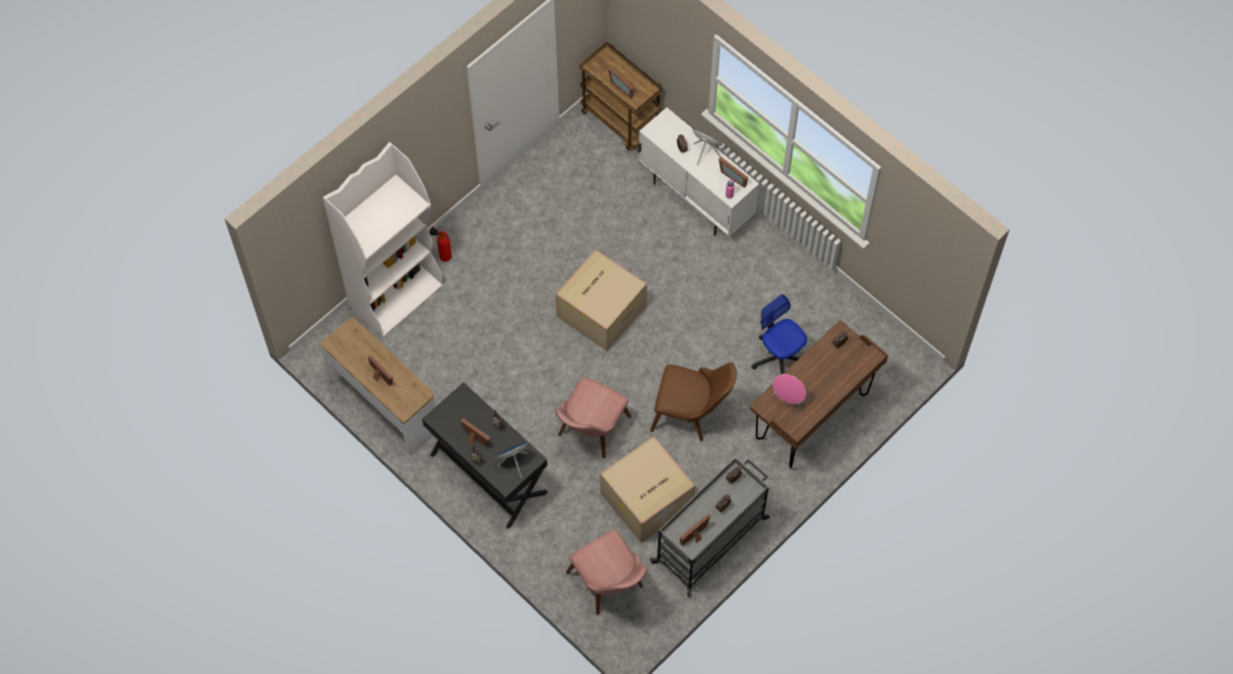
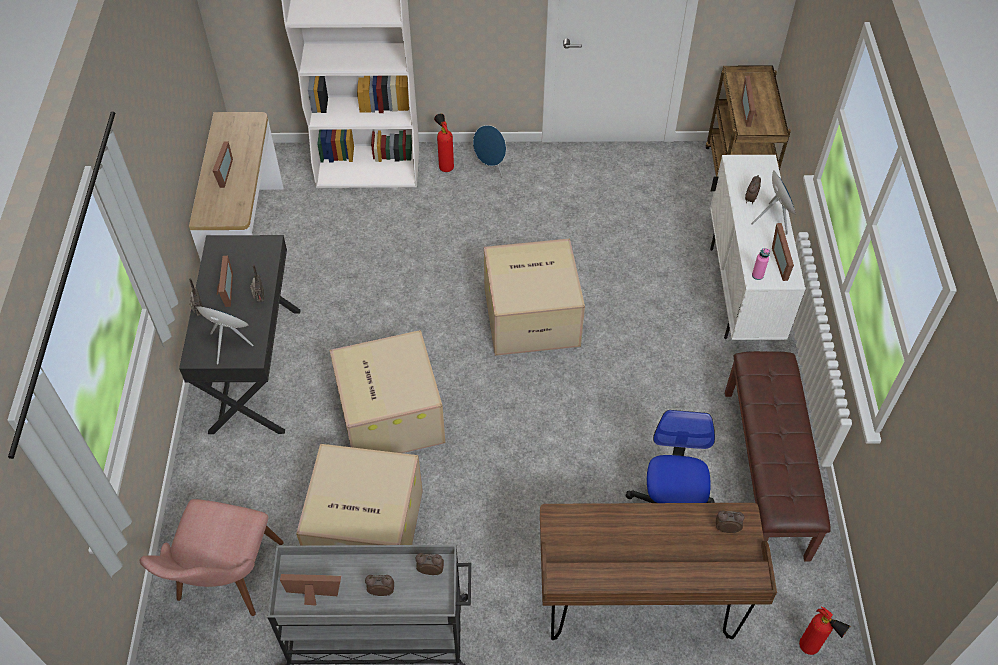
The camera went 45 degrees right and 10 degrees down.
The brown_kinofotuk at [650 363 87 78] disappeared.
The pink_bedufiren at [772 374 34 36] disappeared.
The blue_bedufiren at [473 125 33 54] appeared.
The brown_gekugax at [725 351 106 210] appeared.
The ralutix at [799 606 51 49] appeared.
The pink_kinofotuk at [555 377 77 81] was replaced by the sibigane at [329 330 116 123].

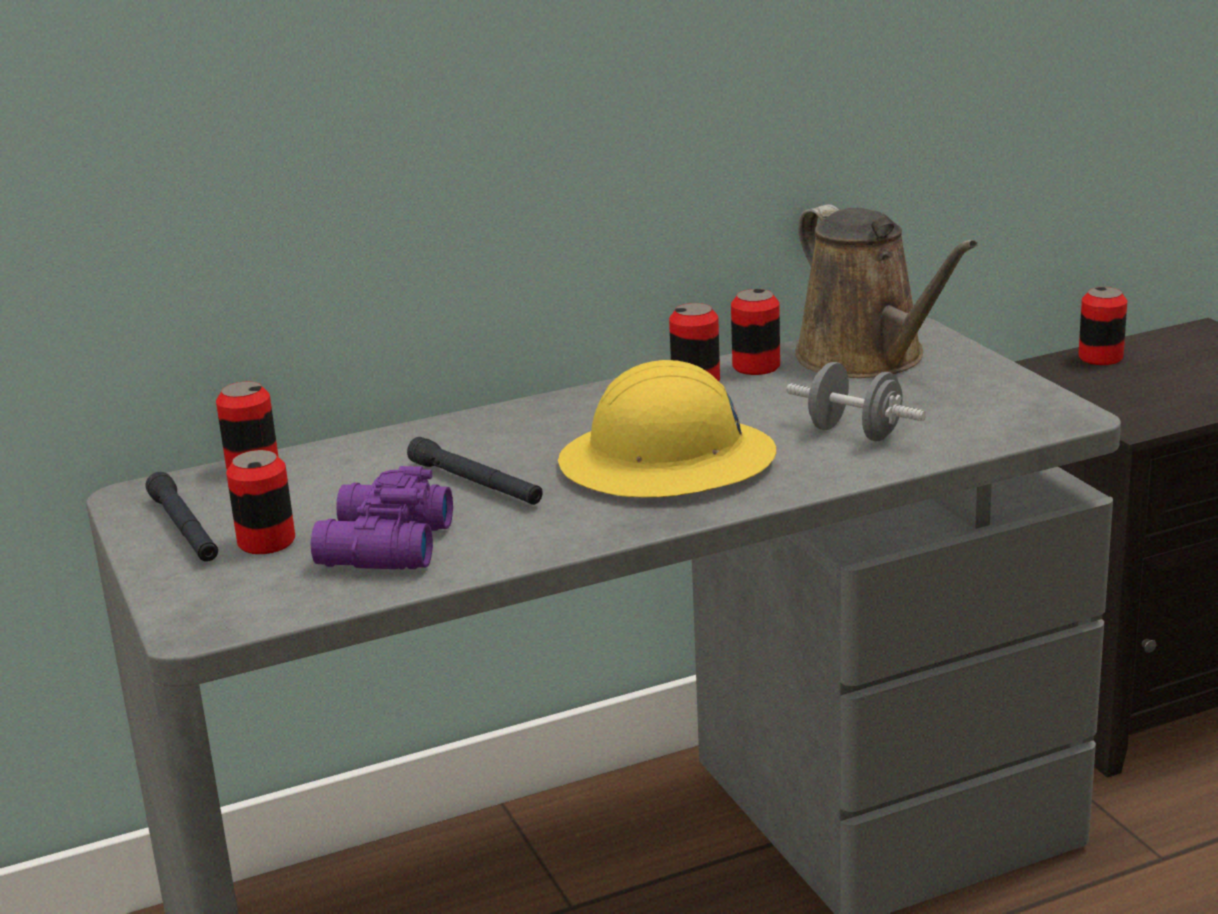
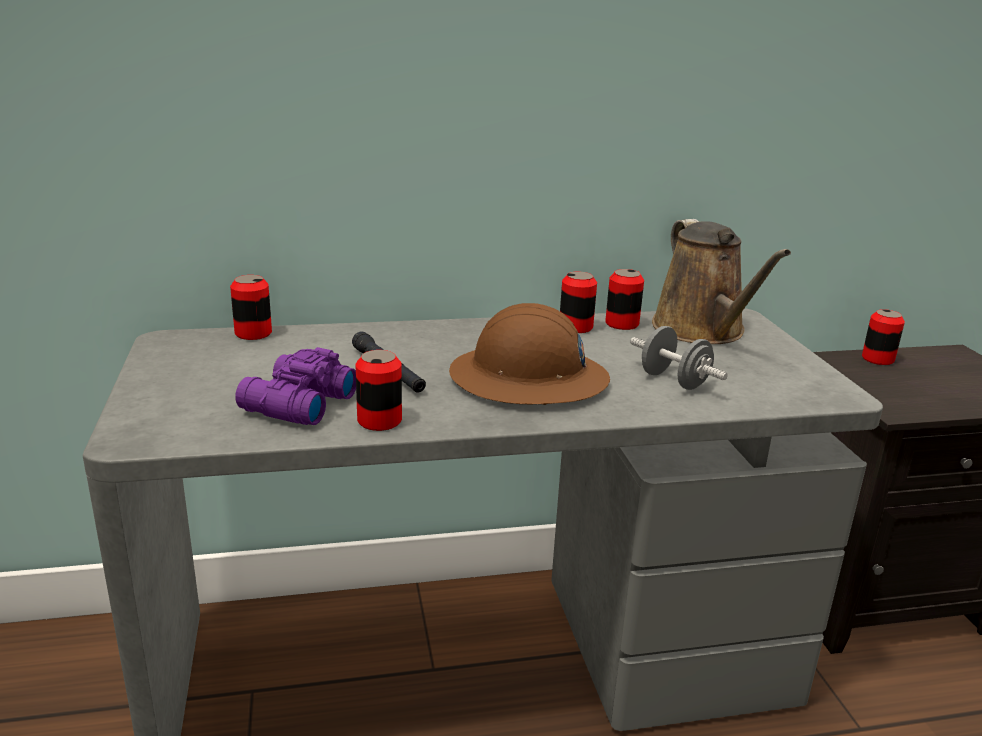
The camera went 10 degrees right and 0 degrees up.
The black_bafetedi at [146 472 72 90] disappeared.
The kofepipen moved from [226 450 69 104] to [355 350 47 81].
The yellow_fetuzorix at [558 360 218 137] became the brown_fetuzorix at [449 303 161 102].

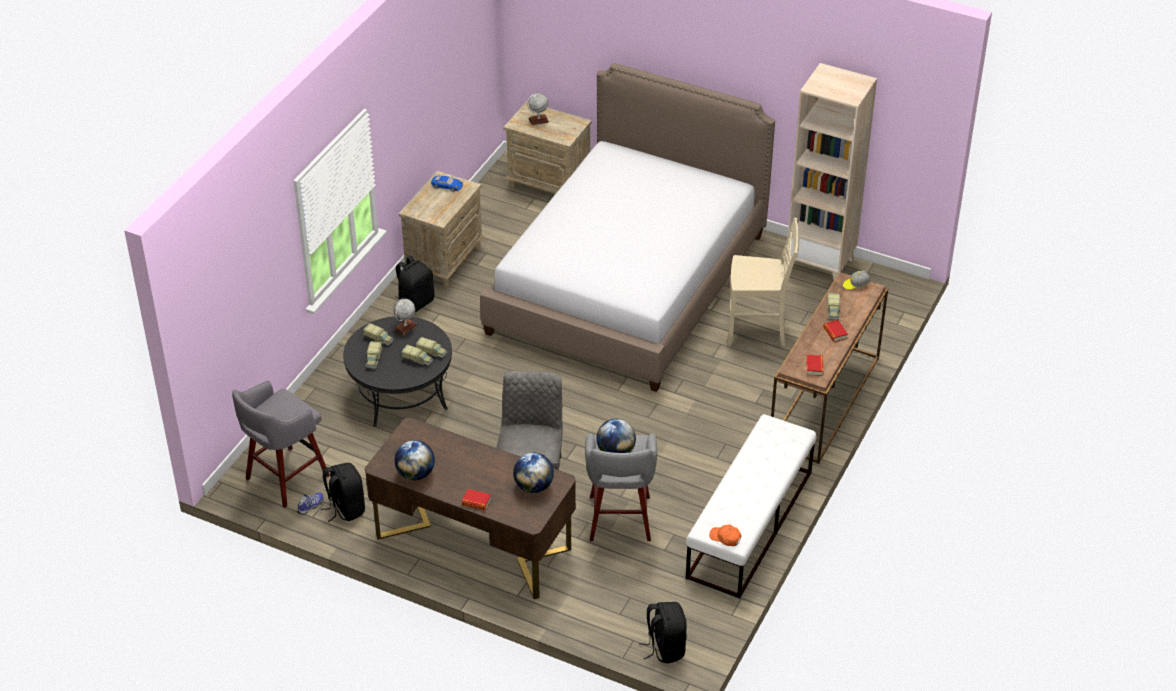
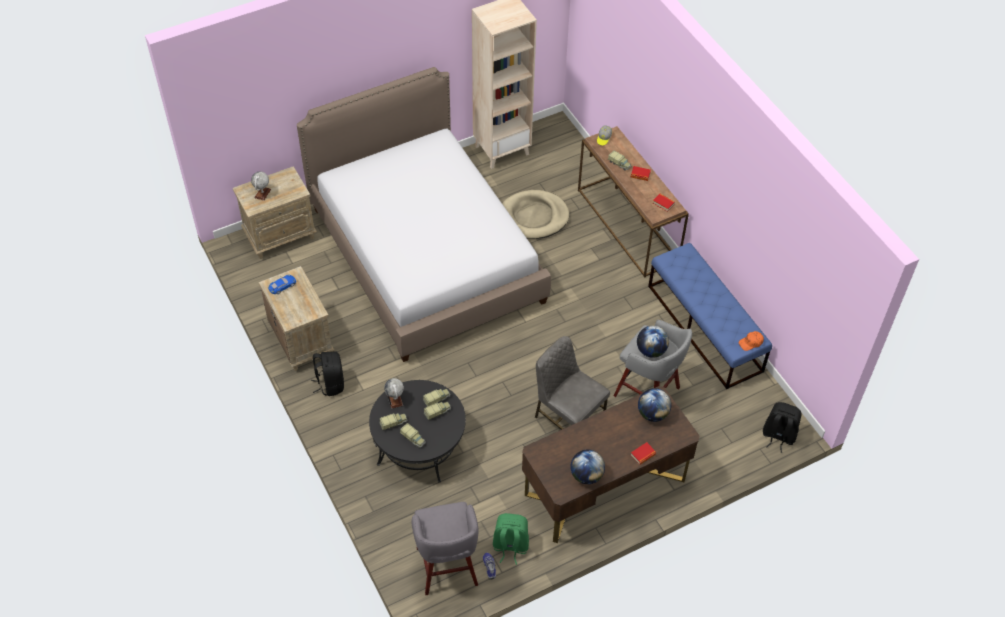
The camera went 55 degrees left and 10 degrees up.
The beige_kinofotuk at [728 218 71 128] was replaced by the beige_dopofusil at [502 190 67 49].
The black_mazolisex at [321 463 44 59] became the green_mazolisex at [493 513 36 52].
The white_gekugax at [686 414 131 184] became the blue_gekugax at [648 243 124 146].

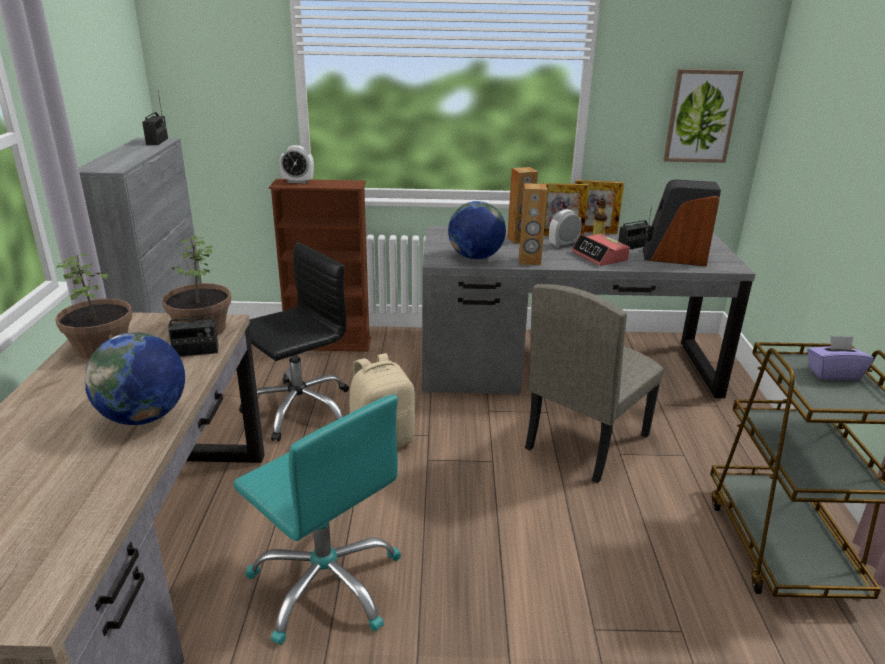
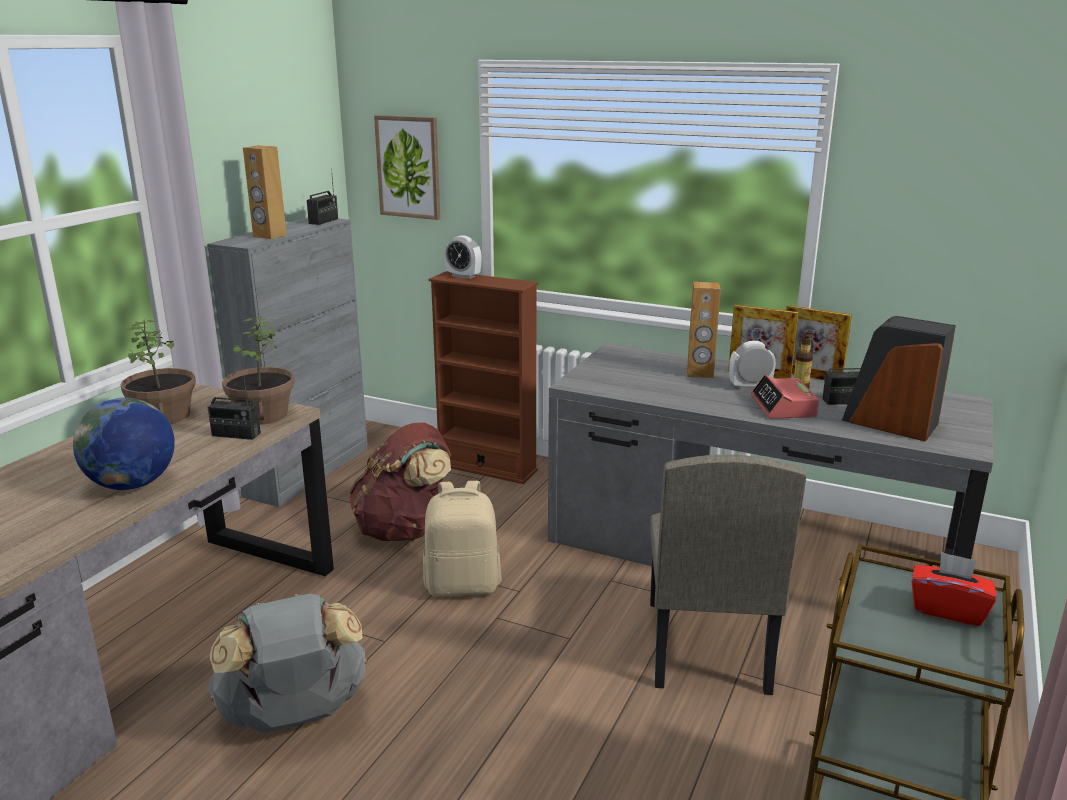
The camera went 25 degrees right and 5 degrees down.
The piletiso at [448 201 58 58] disappeared.
The brown_bedufiren moved from [519 183 29 82] to [243 145 44 94].
The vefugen moved from [663 69 80 94] to [374 115 66 105].
The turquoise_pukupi at [233 395 168 250] was replaced by the grey_mazolisex at [208 594 159 139].
The black_pukupi at [239 242 110 200] was replaced by the brown_mazolisex at [349 422 102 119].
The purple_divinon at [807 335 67 45] became the red_divinon at [912 552 85 74].
The beige_kinofotuk at [525 284 139 199] turned 60 degrees counterclockwise.

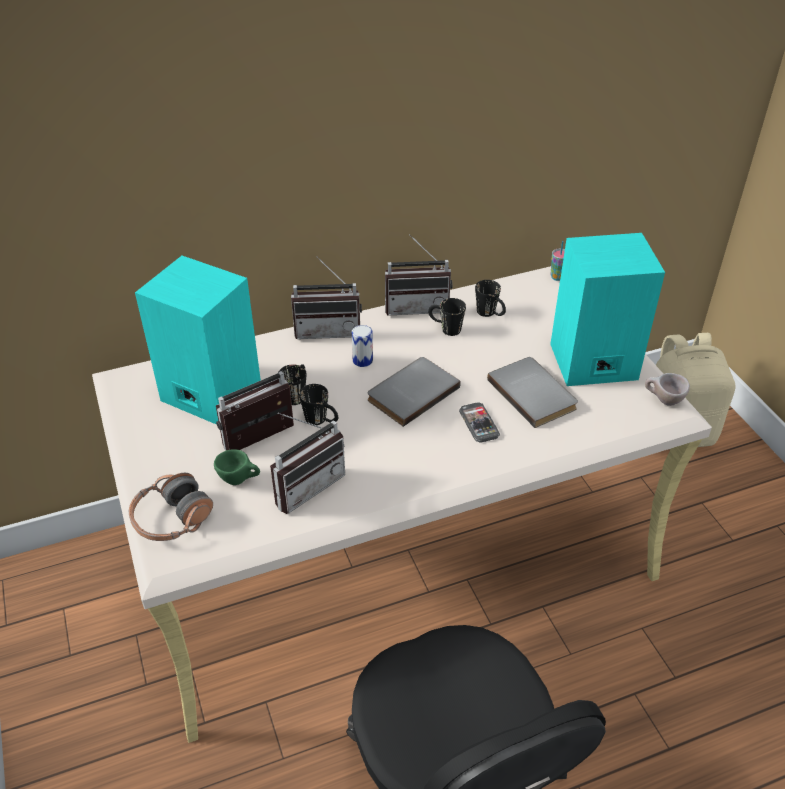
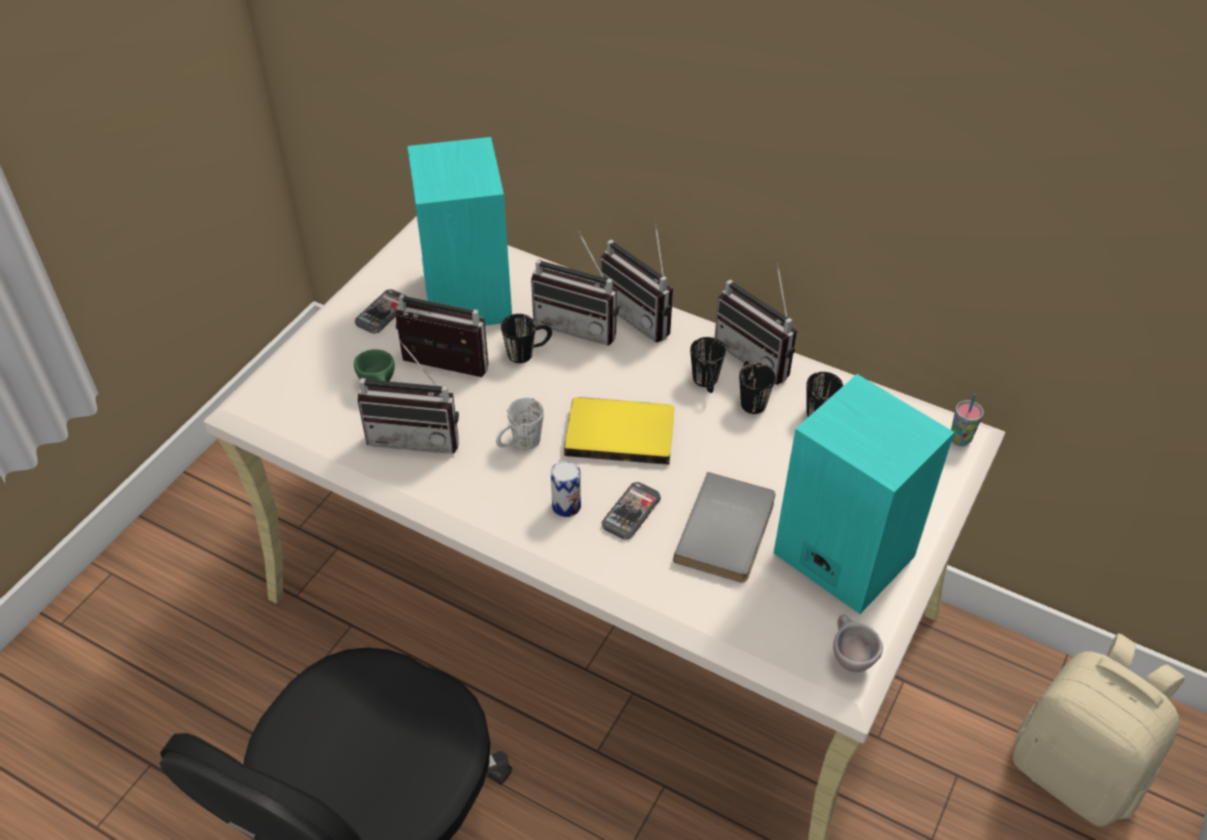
The camera went 50 degrees right and 5 degrees up.
The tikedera at [129 473 84 68] disappeared.
The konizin at [355 289 53 44] appeared.
The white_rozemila at [496 397 48 53] appeared.
The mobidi at [531 231 88 114] appeared.
The black_rozemila moved from [299 384 39 41] to [690 337 36 56].
The kofepipen moved from [352 325 21 42] to [551 461 30 56].
The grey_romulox at [367 357 93 70] became the yellow_romulox at [564 397 110 68].

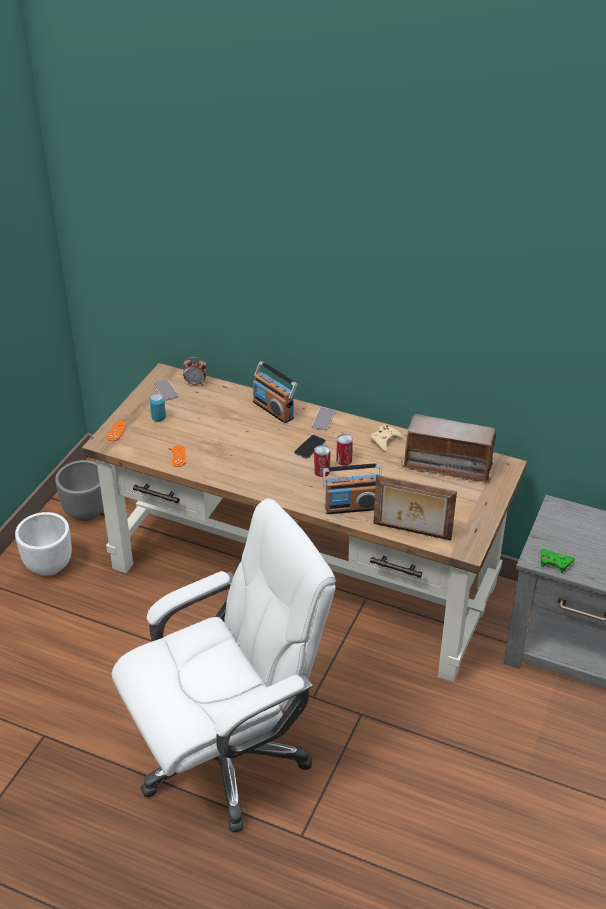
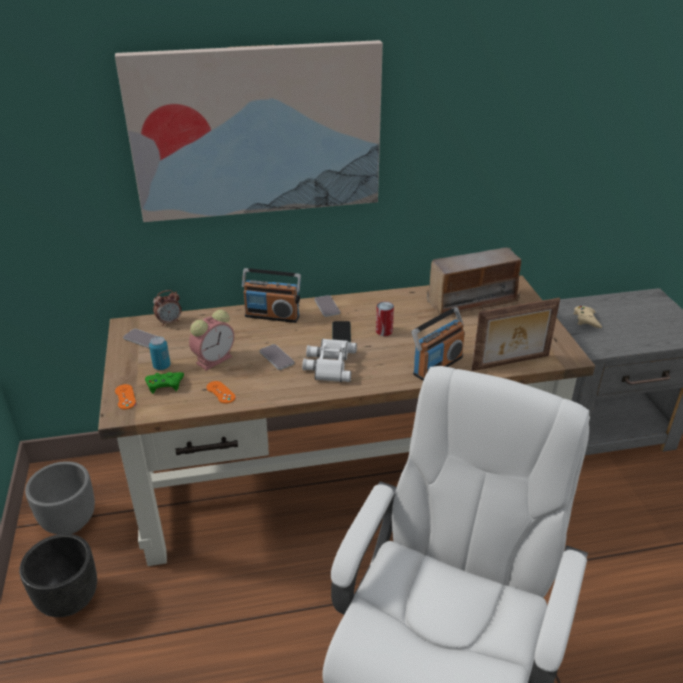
The camera went 35 degrees left and 5 degrees down.
The kofepipen at [314 445 17 32] disappeared.
The vefugen at [115 40 268 182] appeared.
The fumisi at [189 309 45 62] appeared.
The konizin at [260 344 34 26] appeared.
The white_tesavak at [302 339 55 43] appeared.
The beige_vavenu moved from [370 425 33 27] to [573 306 29 22].
The green_vavenu moved from [540 549 35 24] to [145 372 39 22].
The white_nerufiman at [15 512 57 64] became the black_nerufiman at [19 534 78 83].

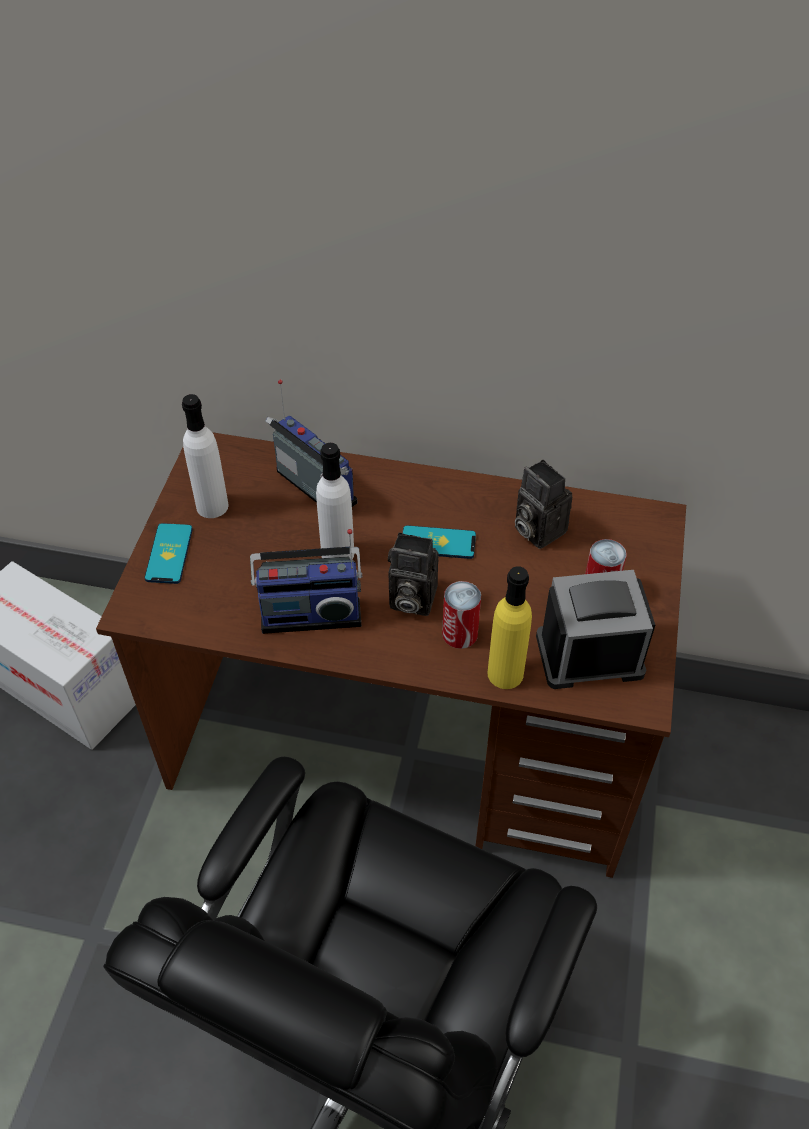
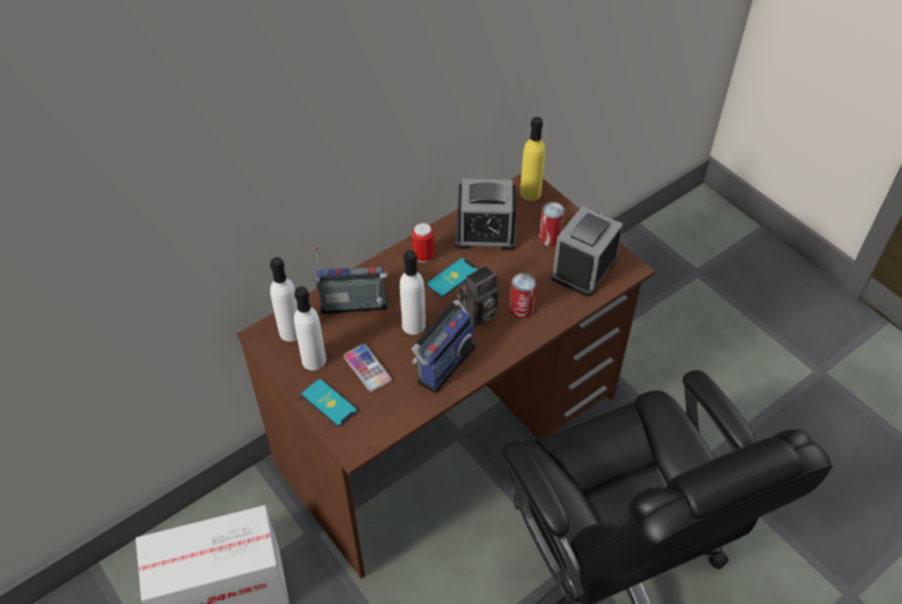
The camera went 50 degrees left and 0 degrees up.
The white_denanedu at [270 257 28 85] appeared.
The konizin at [344 344 48 48] appeared.
The kofepipen at [412 223 22 40] appeared.
The yellow_denanedu moved from [487 566 45 123] to [520 117 25 84].
The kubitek at [515 460 57 89] was replaced by the fumisi at [455 179 61 71].

